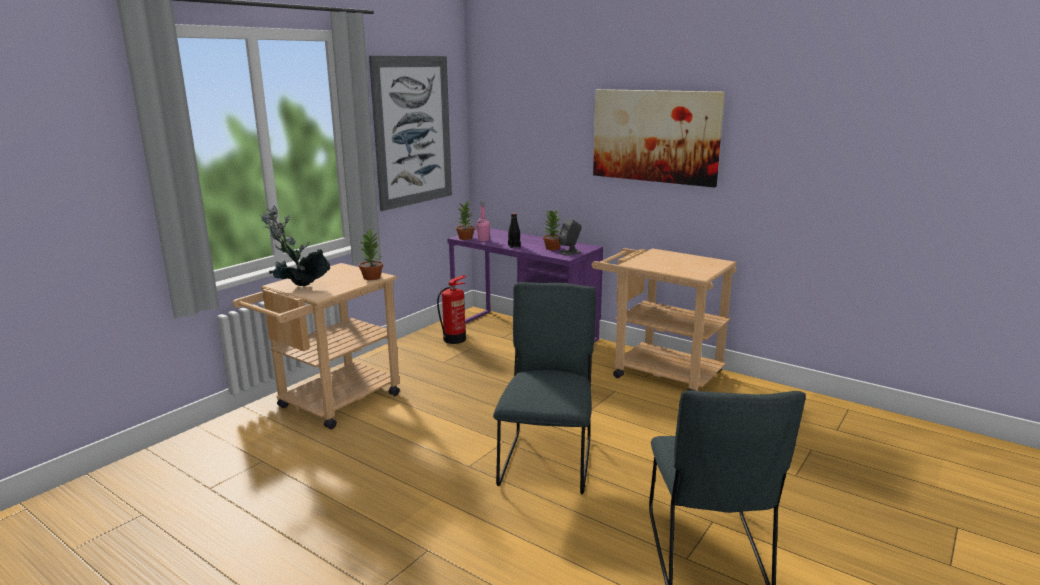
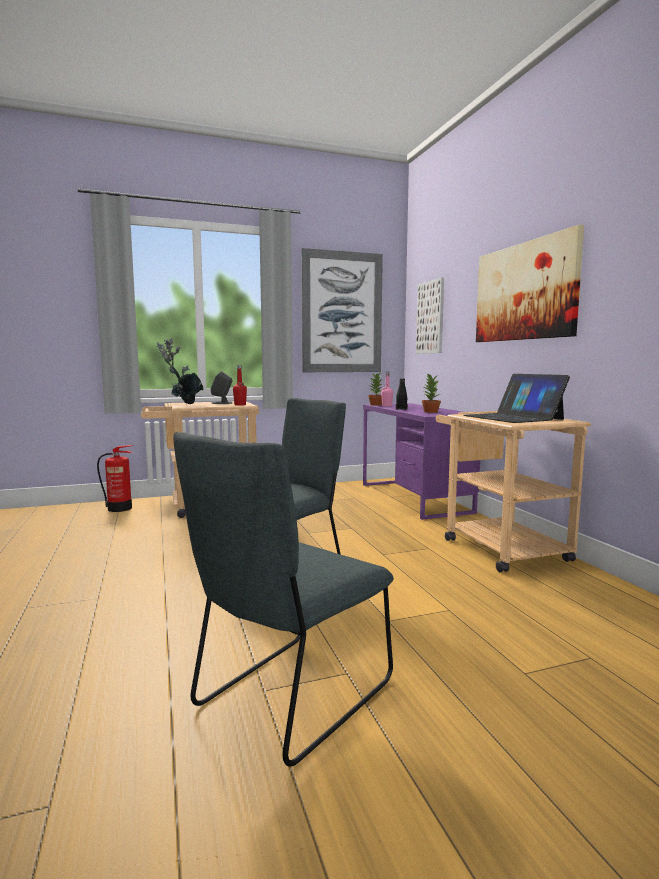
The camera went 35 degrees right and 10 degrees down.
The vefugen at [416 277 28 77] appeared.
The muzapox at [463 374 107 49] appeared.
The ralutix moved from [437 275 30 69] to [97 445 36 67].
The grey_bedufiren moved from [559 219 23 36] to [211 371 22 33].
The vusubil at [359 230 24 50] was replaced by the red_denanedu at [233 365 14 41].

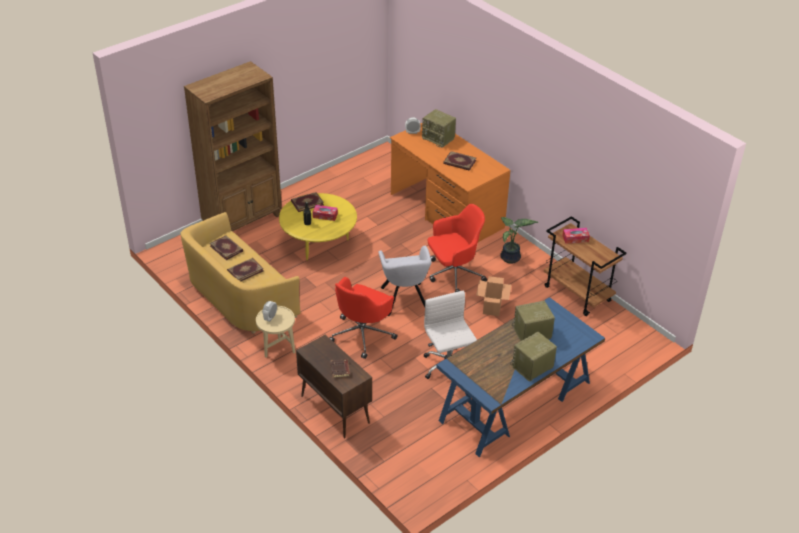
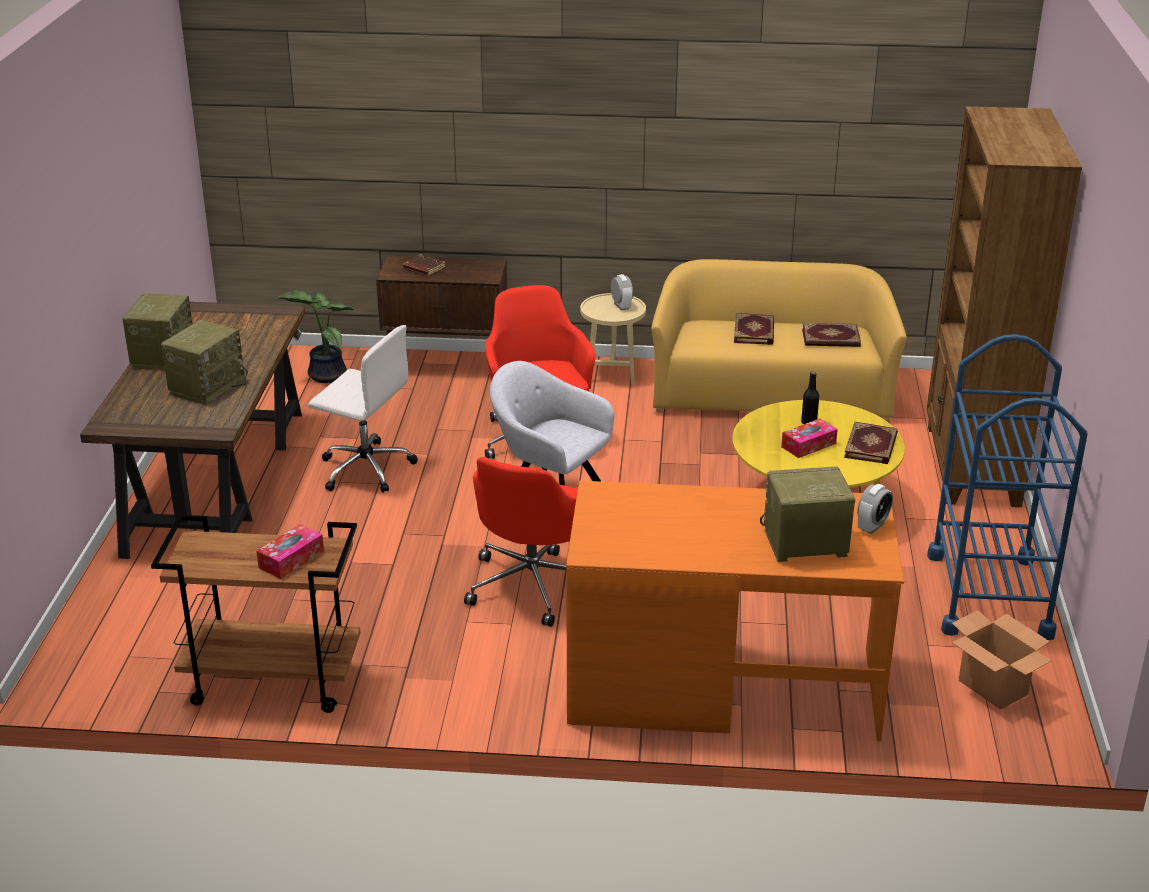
The camera went 135 degrees right and 10 degrees down.
The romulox at [443 151 33 20] disappeared.
The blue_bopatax at [927 334 161 306] appeared.
The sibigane moved from [476 276 35 40] to [952 610 100 100].
The vusubil moved from [500 217 38 47] to [277 290 80 93].
The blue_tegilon at [436 297 169 160] became the brown_tegilon at [80 302 225 257].

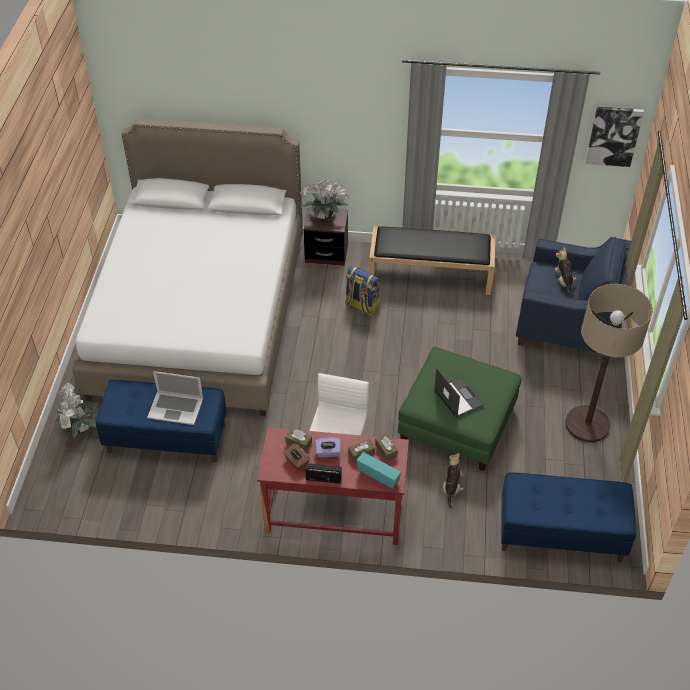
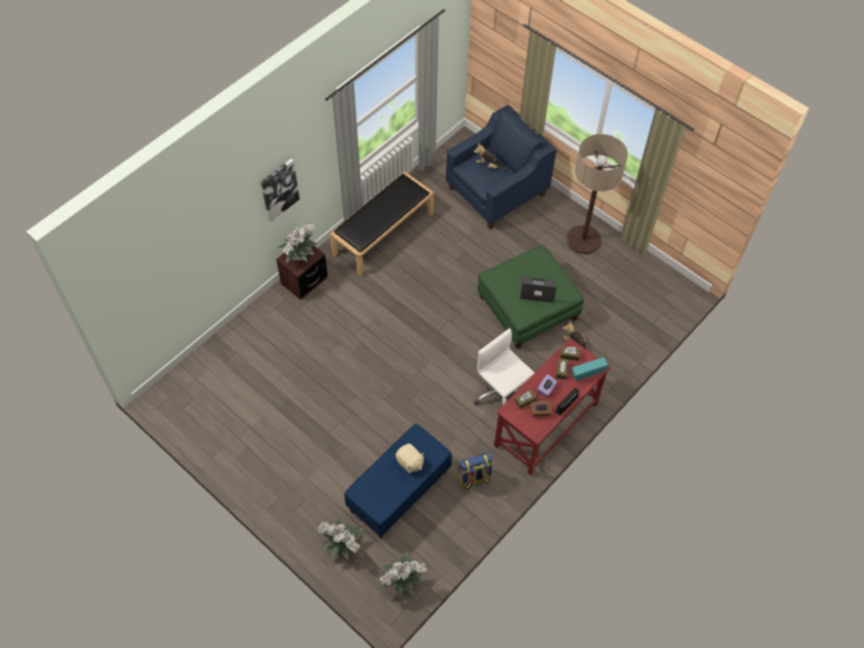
The camera went 55 degrees left and 10 degrees up.
The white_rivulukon at [72 118 231 298] disappeared.
The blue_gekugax at [501 472 135 90] disappeared.
The vusubil at [379 551 49 47] appeared.
The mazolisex moved from [345 265 35 51] to [457 452 36 39].
The vefugen moved from [585 107 59 60] to [261 159 39 63].
The muzapox at [147 371 56 54] was replaced by the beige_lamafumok at [395 444 29 29].

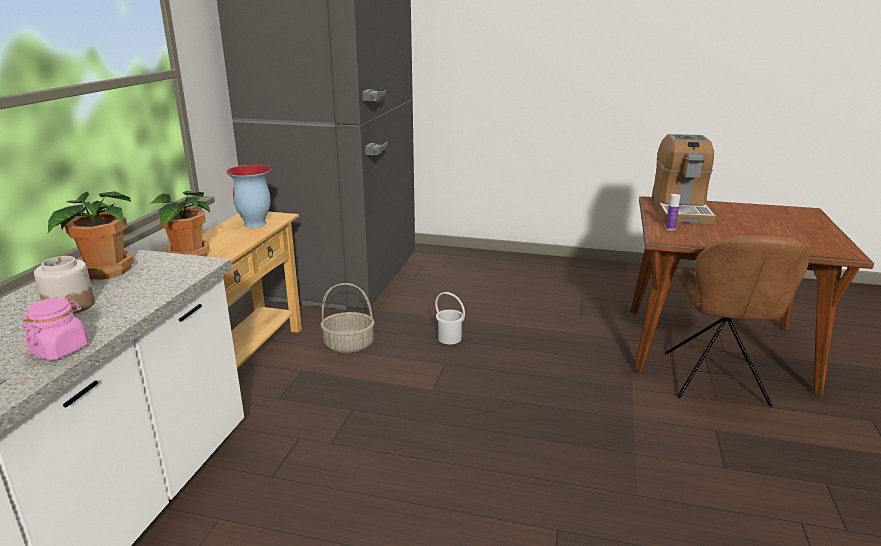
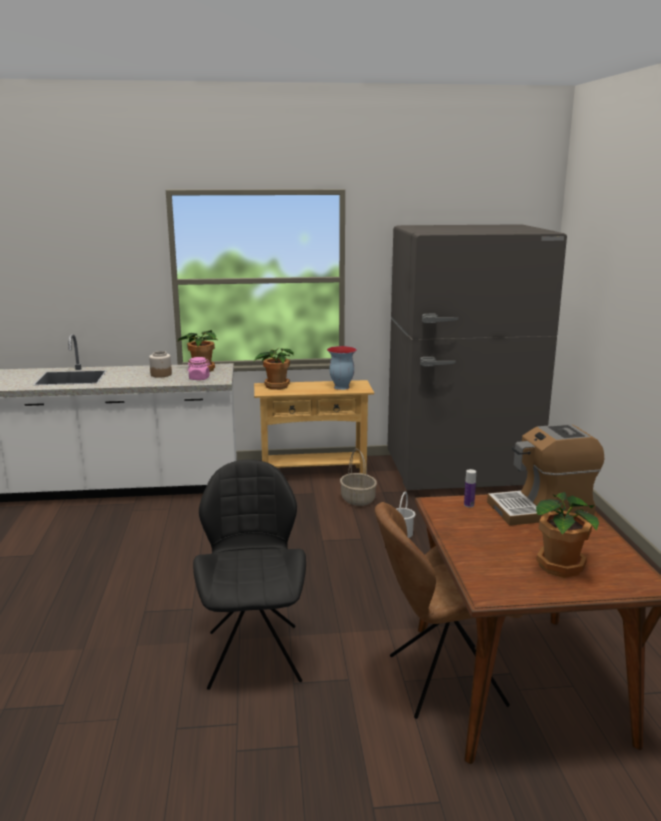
The camera went 70 degrees right and 5 degrees down.
The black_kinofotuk at [193 459 113 231] appeared.
The vusubil at [536 492 63 86] appeared.
The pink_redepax moved from [22 298 67 62] to [187 357 24 23].

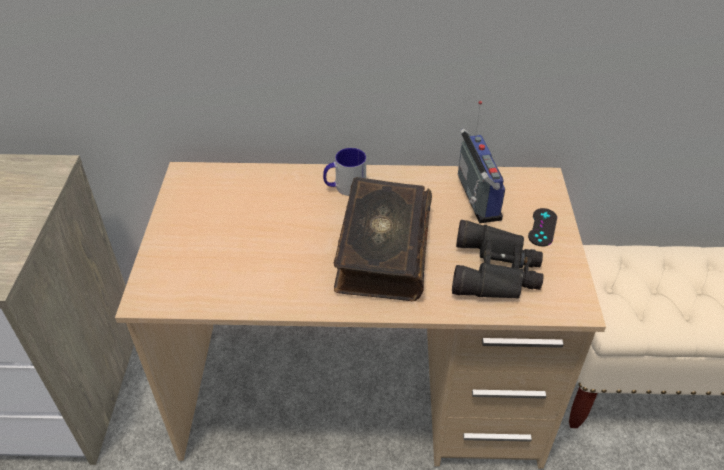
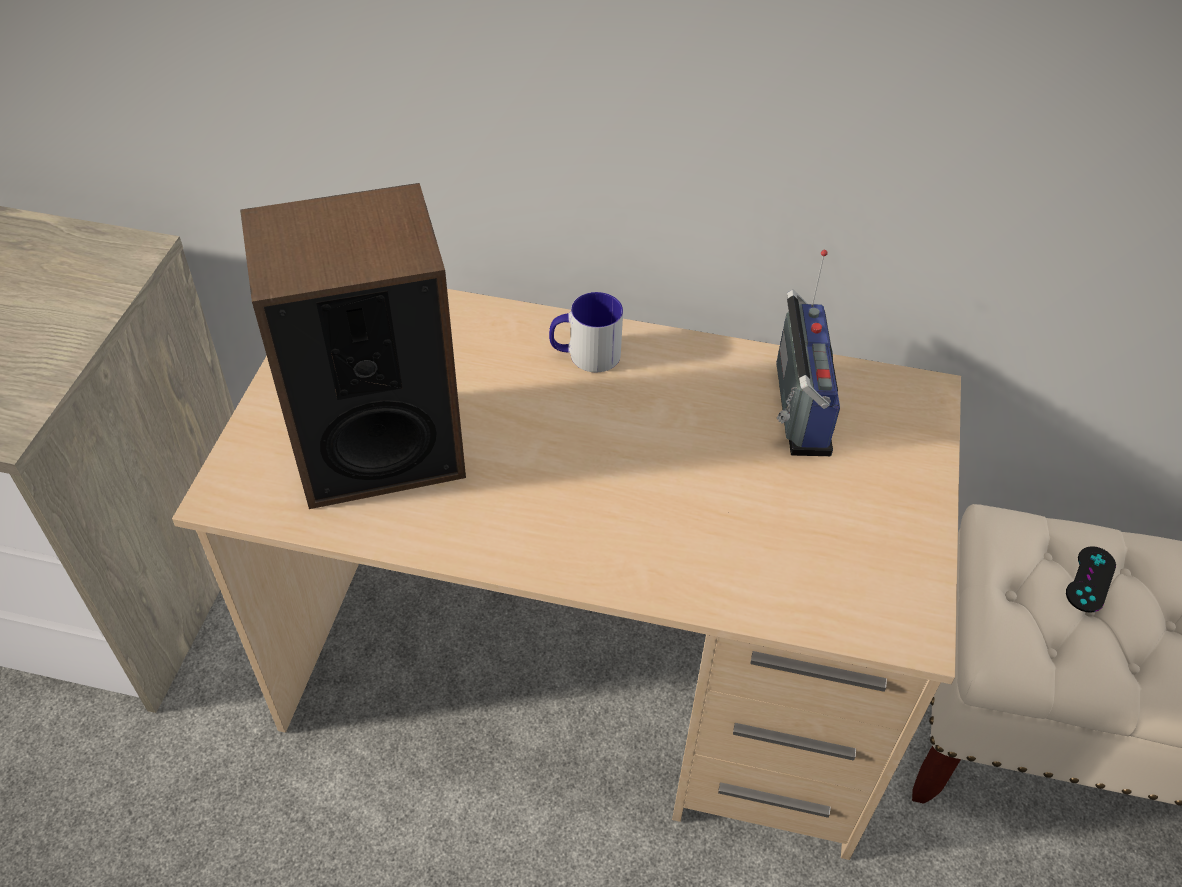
The camera went 10 degrees right and 5 degrees up.
The romulox at [334 177 98 124] disappeared.
The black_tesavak at [452 220 91 78] disappeared.
The bedufiren at [240 183 226 326] appeared.
The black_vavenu moved from [528 208 29 38] to [1066 546 50 67].

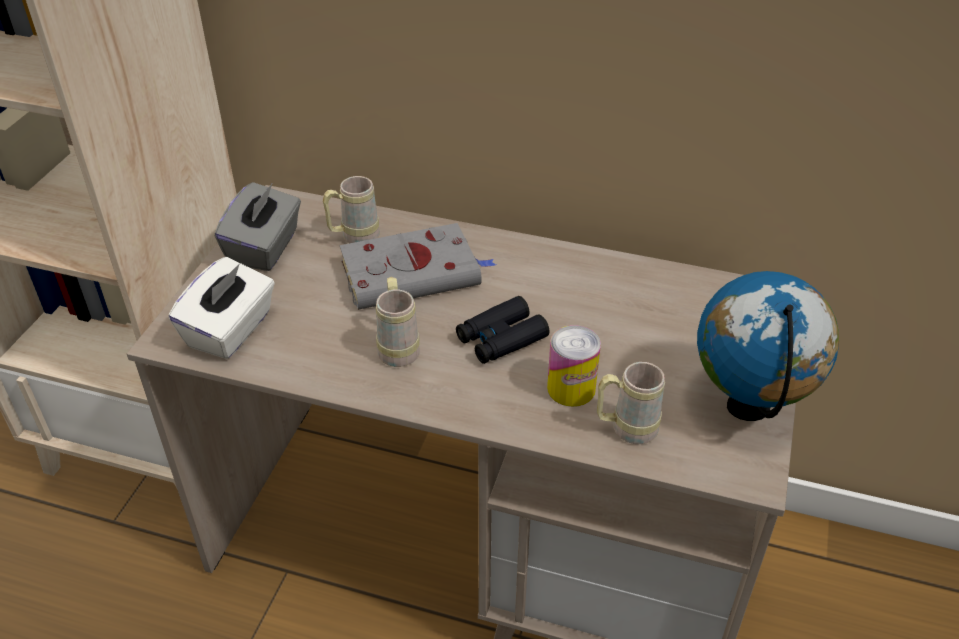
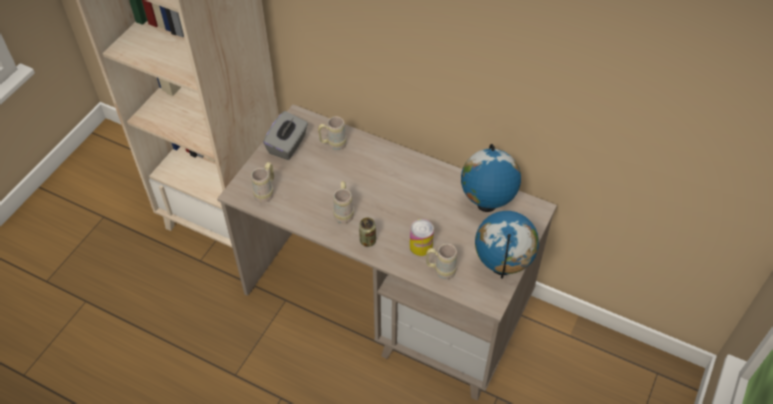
The camera went 10 degrees right and 10 degrees up.
The grey_romulox at [340 223 156 87] disappeared.
The black_tesavak at [456 296 93 68] disappeared.
The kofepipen at [359 217 17 30] appeared.
The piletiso at [461 144 60 68] appeared.
The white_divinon at [168 257 107 102] was replaced by the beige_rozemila at [251 162 23 41].

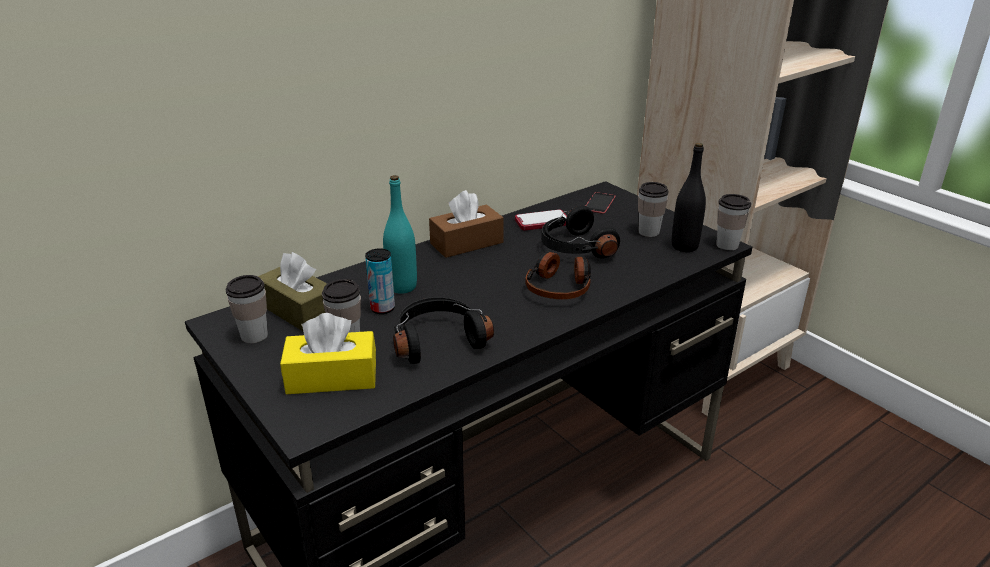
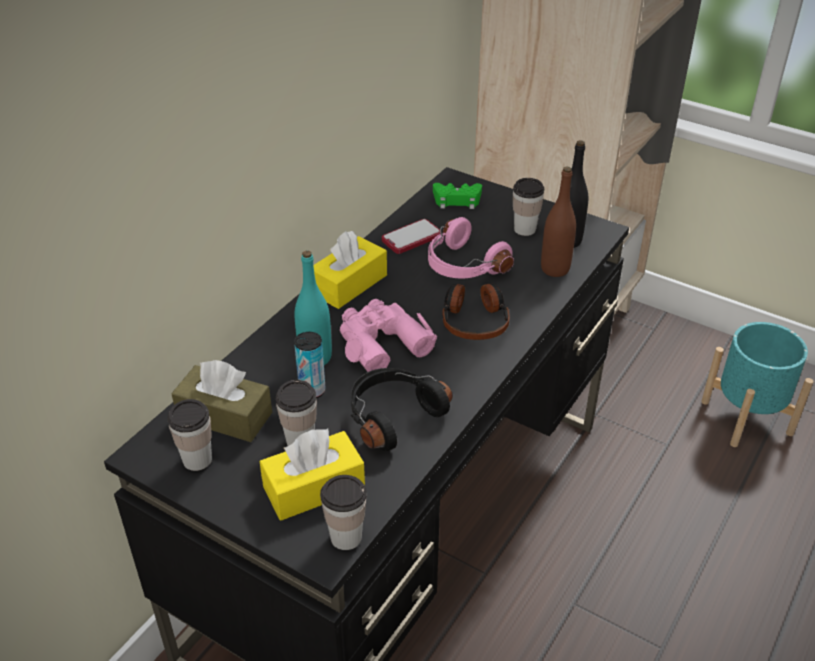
The camera went 20 degrees left and 10 degrees up.
The pink_tesavak at [340 299 97 73] appeared.
The brown_denanedu at [541 167 35 110] appeared.
The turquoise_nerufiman at [701 322 113 125] appeared.
The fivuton moved from [716 194 35 56] to [320 475 47 75].
The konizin at [586 192 29 22] was replaced by the green_vavenu at [433 183 49 26].
The brown_divinon at [429 190 75 68] became the yellow_divinon at [313 231 74 78].
The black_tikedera at [541 206 79 52] became the pink_tikedera at [428 217 86 62].

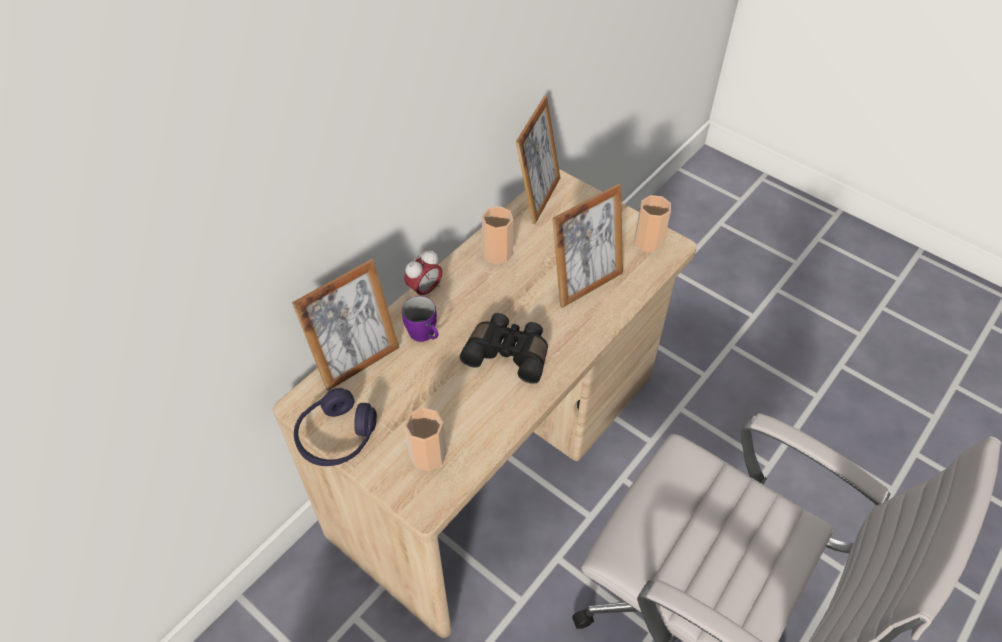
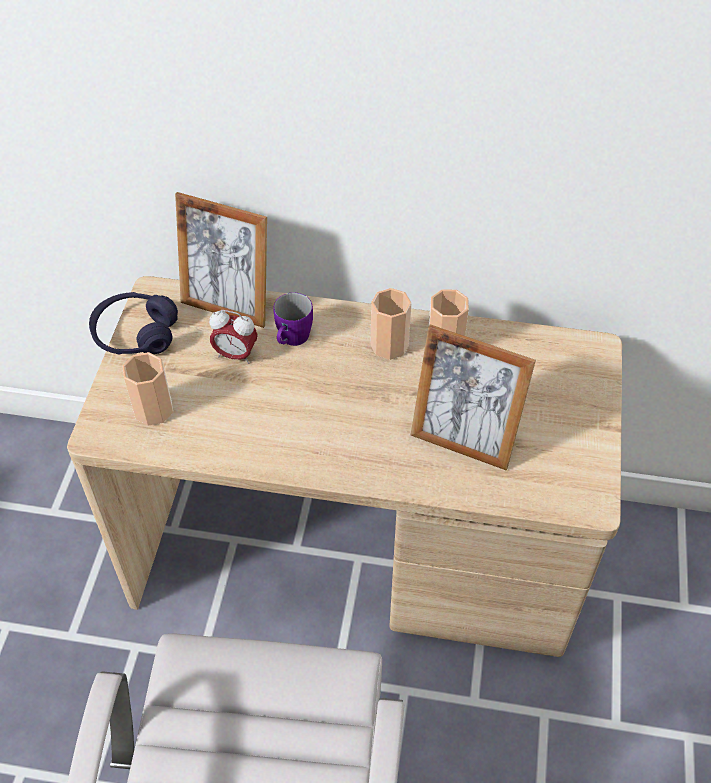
The camera went 60 degrees right and 0 degrees up.
The black_tesavak at [460 313 88 71] disappeared.
The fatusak at [516 96 44 128] disappeared.
The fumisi moved from [404 250 39 46] to [209 310 49 54].
The fivuton moved from [634 195 37 57] to [371 288 40 72].

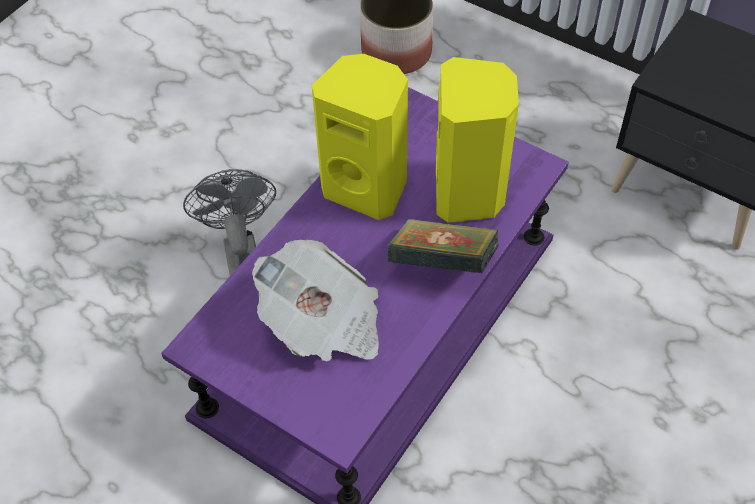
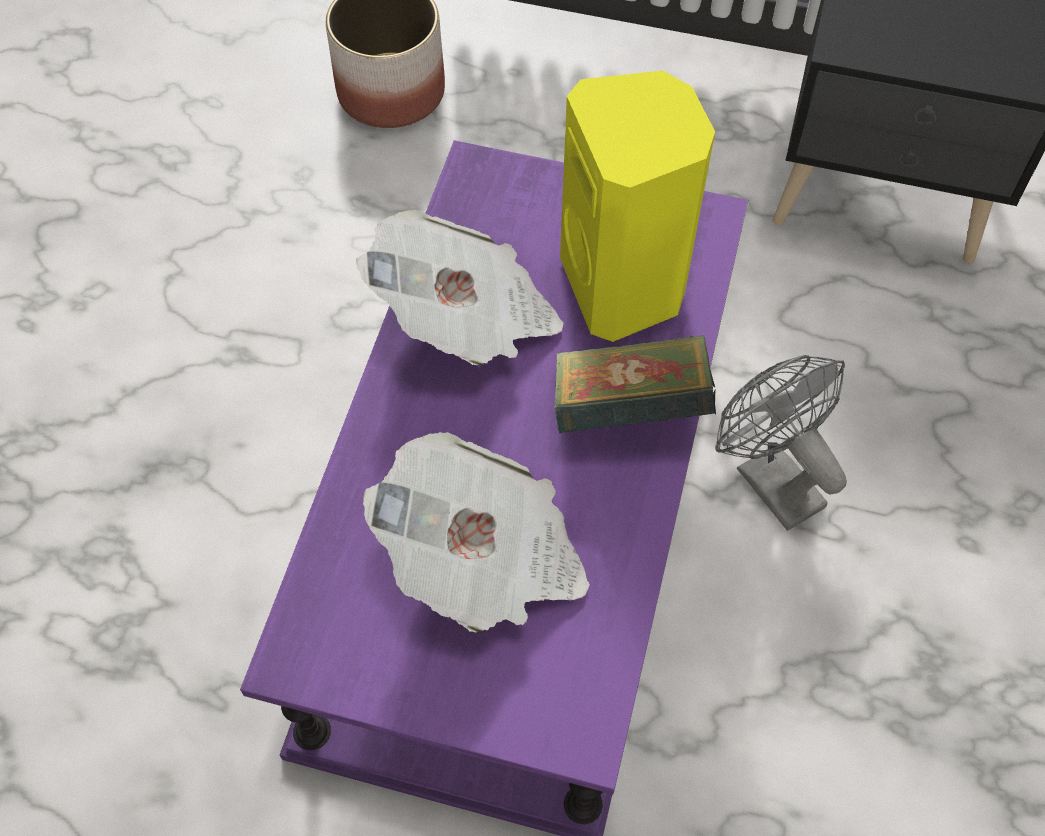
The camera went 20 degrees left and 5 degrees up.
The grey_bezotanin moved from [183 169 93 107] to [715 355 132 176].
The yellow_bedufiren at [312 54 96 166] was replaced by the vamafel at [356 210 208 156].

